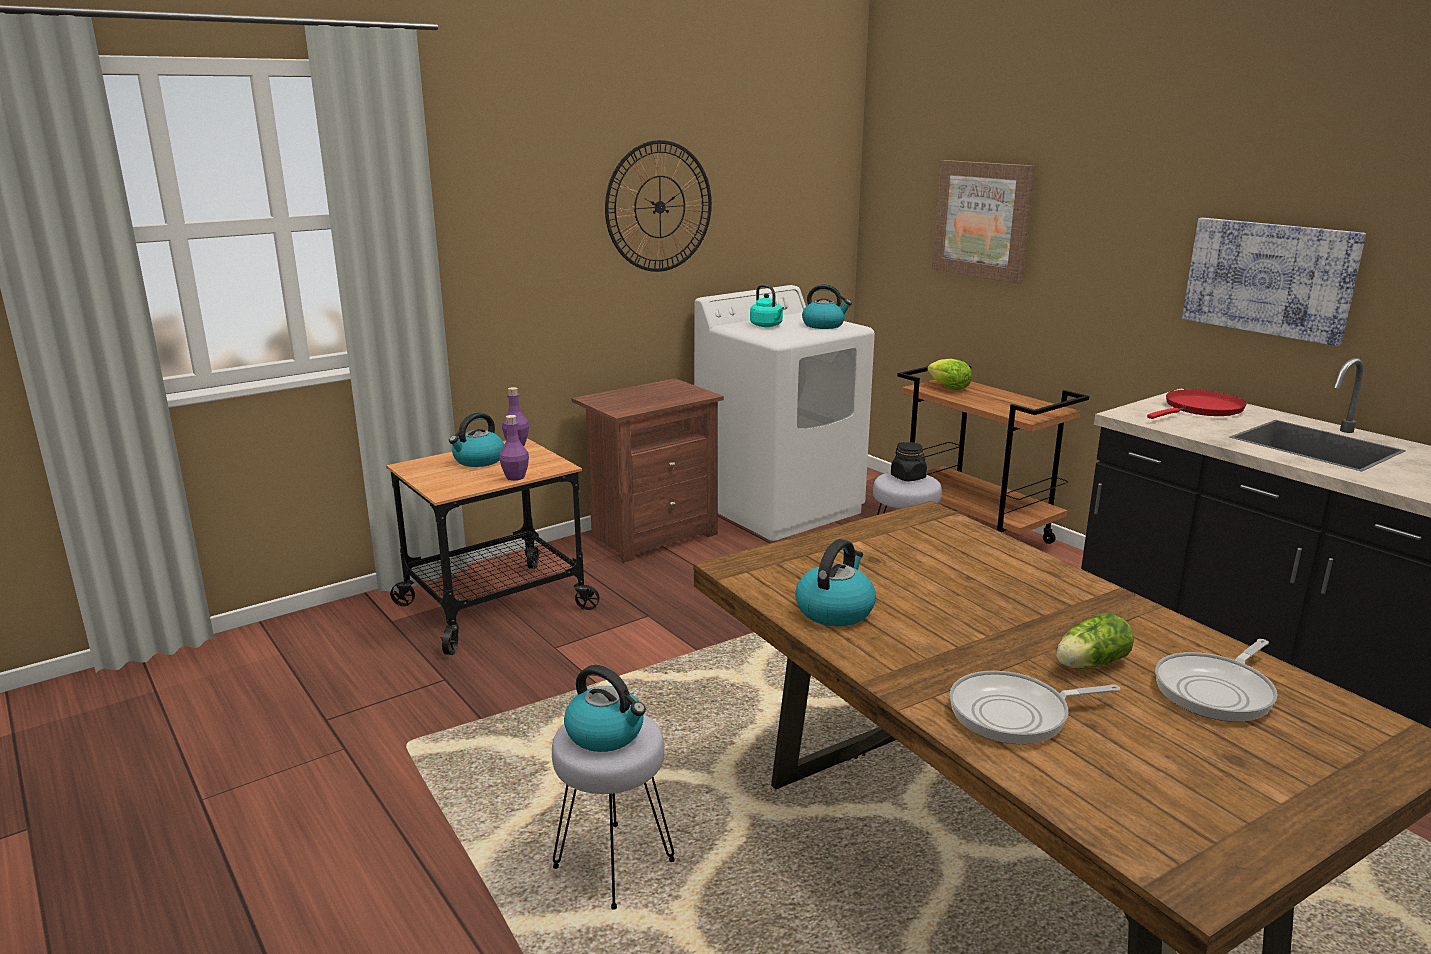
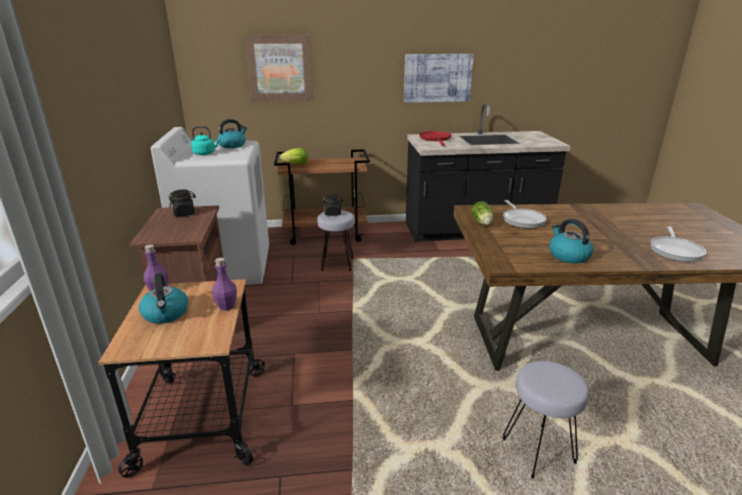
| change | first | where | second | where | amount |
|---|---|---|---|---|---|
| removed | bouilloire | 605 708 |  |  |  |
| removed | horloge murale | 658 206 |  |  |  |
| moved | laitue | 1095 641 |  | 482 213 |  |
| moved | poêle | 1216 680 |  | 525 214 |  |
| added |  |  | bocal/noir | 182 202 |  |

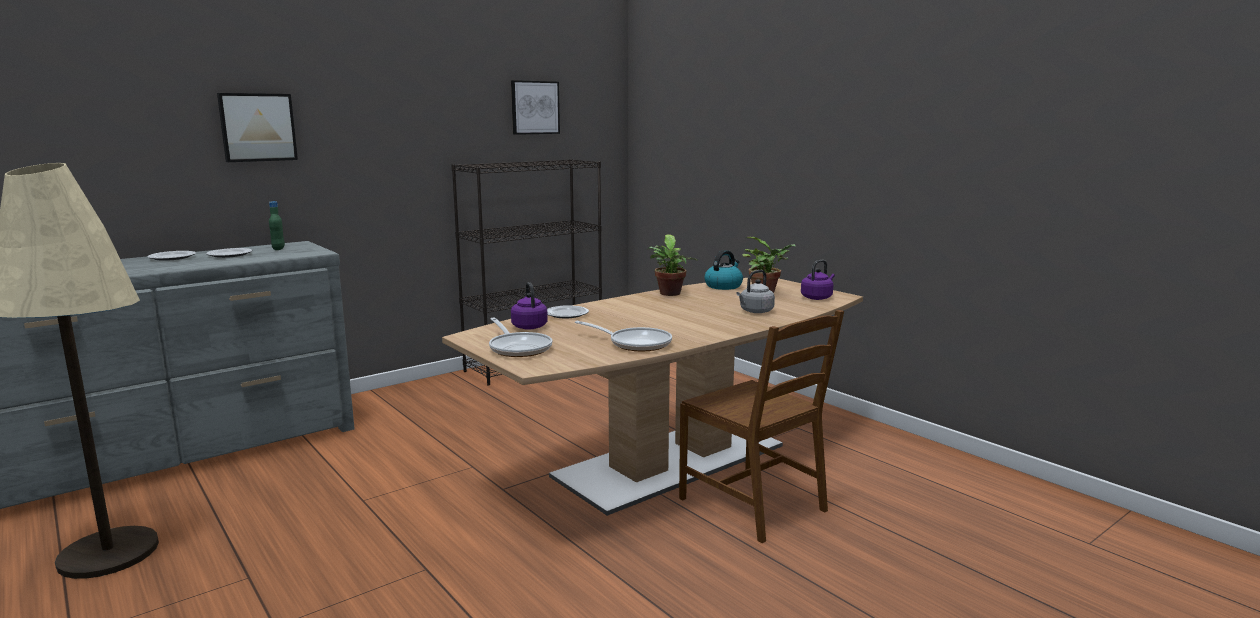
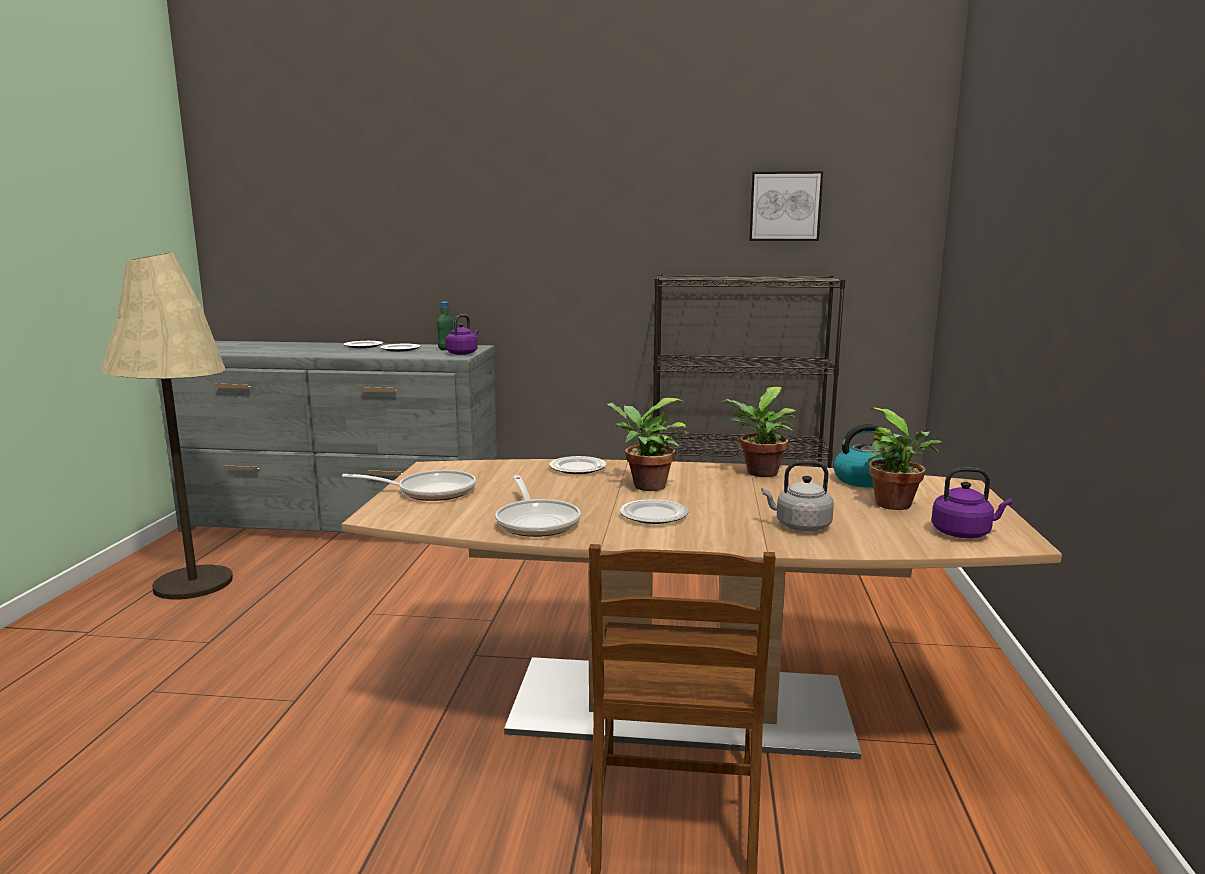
| change | first | where | second | where | amount |
|---|---|---|---|---|---|
| removed | tableau | 257 127 |  |  |  |
| turned | poêle | 520 337 |  | 409 485 | 105 degrees counterclockwise |
| moved | bouilloire/violet | 529 306 |  | 462 335 |  |
| added |  |  | plante en pot | 646 444 |  |
| added |  |  | assiette | 654 511 |  |

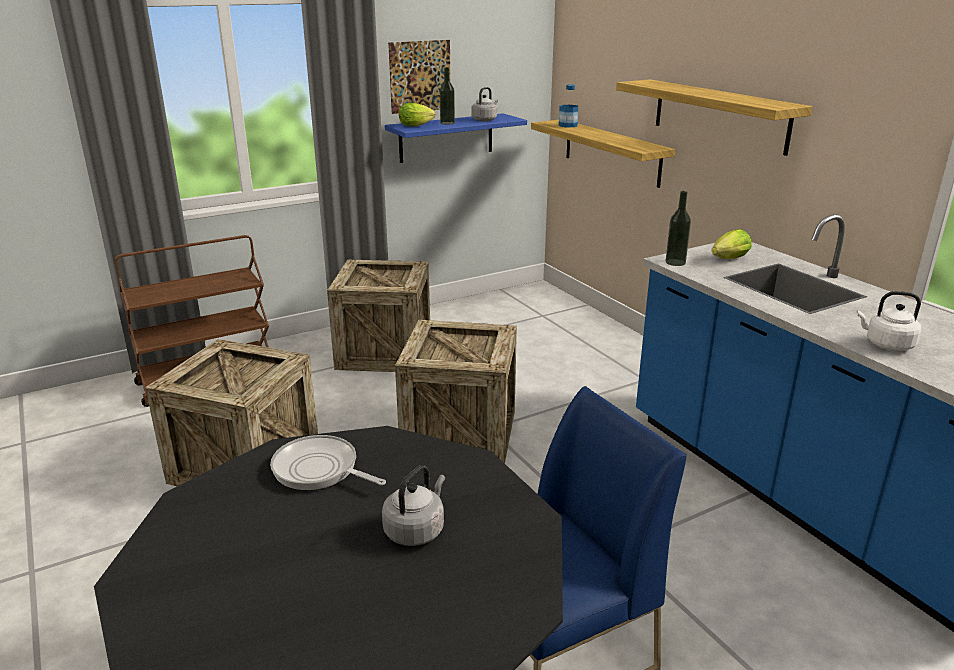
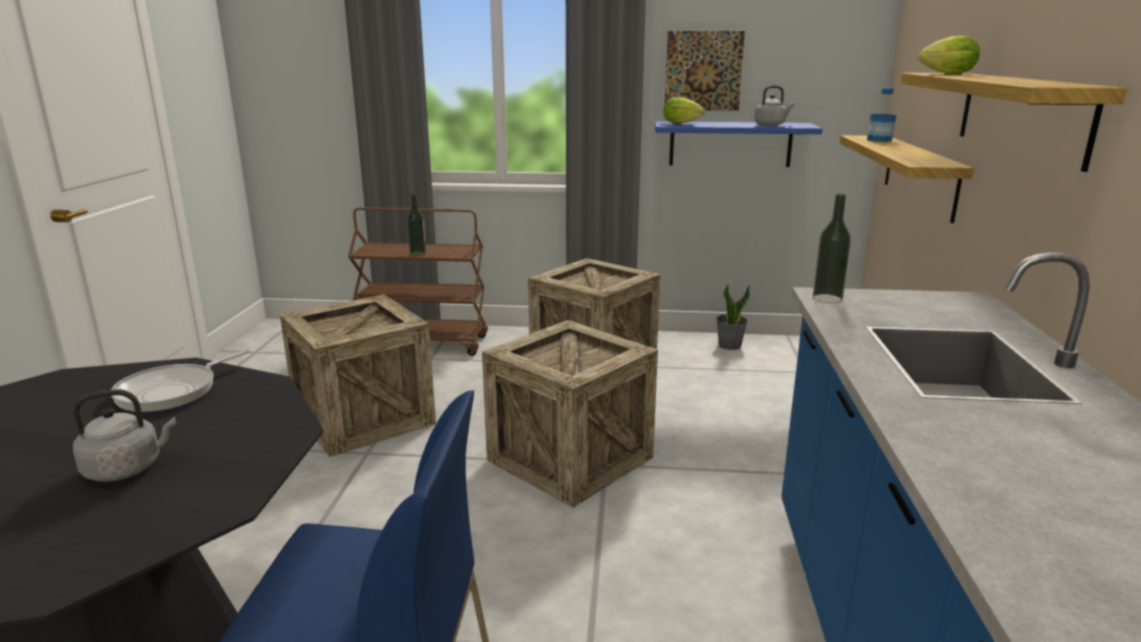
| change | first | where | second | where | amount |
|---|---|---|---|---|---|
| turned | poêle | 328 462 |  | 181 380 | 120 degrees counterclockwise |
| moved | bouteille | 447 96 |  | 416 225 |  |
| moved | laitue | 732 244 |  | 949 55 |  |
| removed | bouilloire/blanc | 888 321 |  |  |  |
| added |  |  | plante en pot | 733 317 |  |

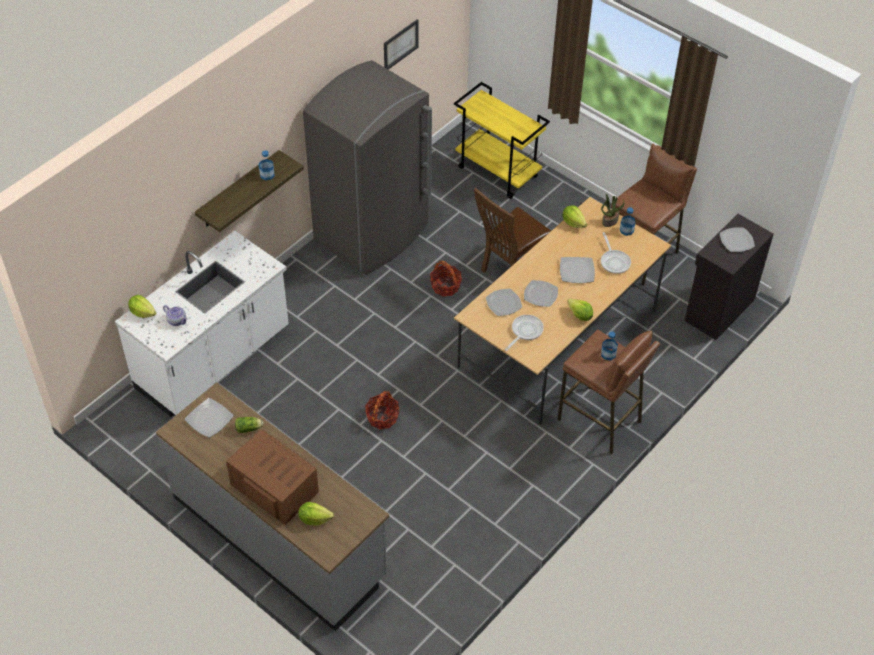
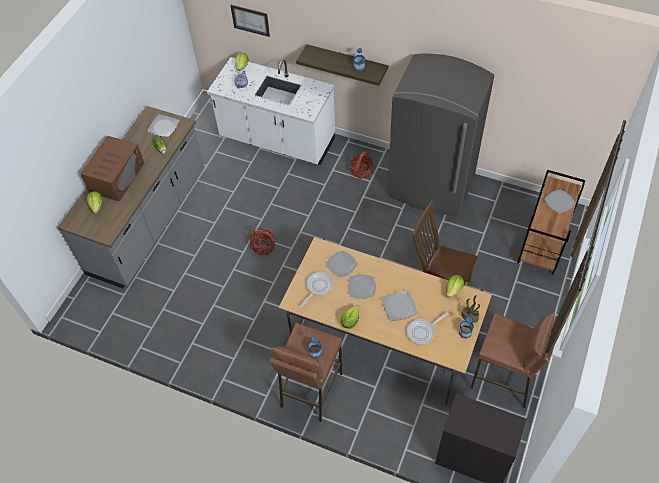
| change | first | where | second | where | amount |
|---|---|---|---|---|---|
| moved | tableau | 401 44 |  | 250 21 |  |
| moved | panier | 446 278 |  | 362 165 |  |
| recoloured | chariot/jaune | 502 140 | chariot/marron | 551 222 |  |
| turned | poêle | 524 333 |  | 316 289 | 75 degrees counterclockwise |
| moved | assiette | 737 240 |  | 559 201 |  |

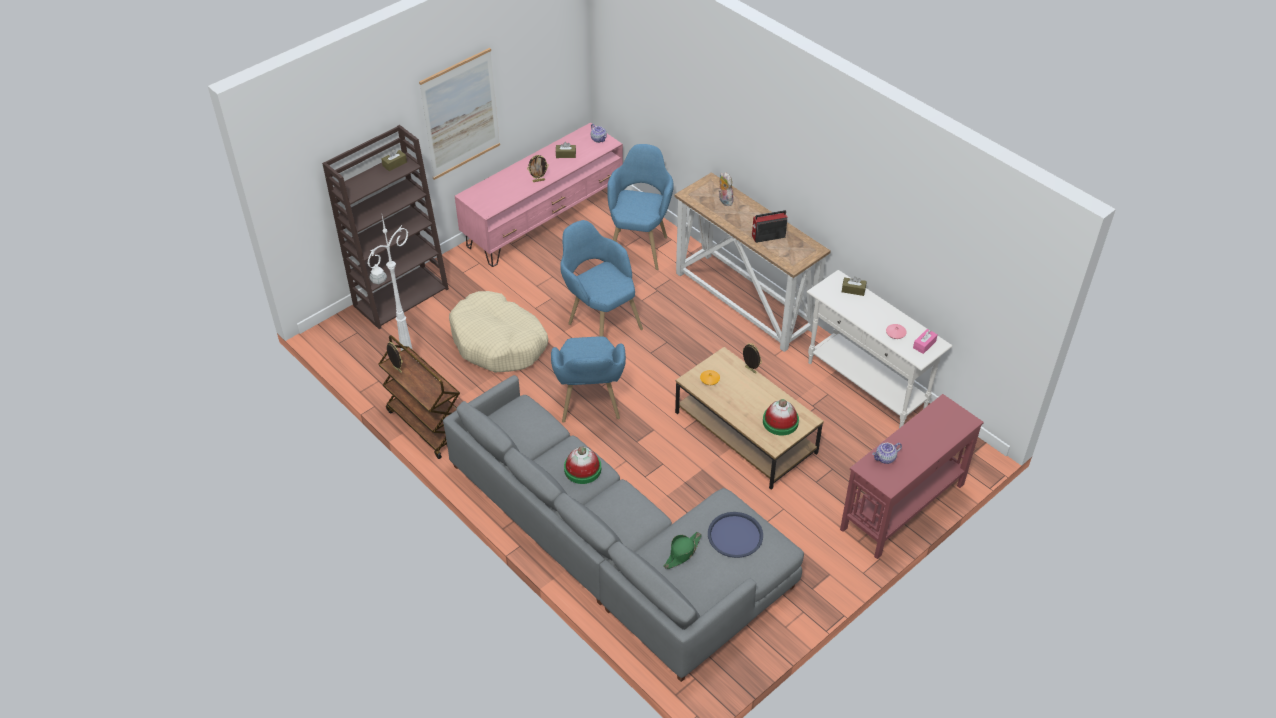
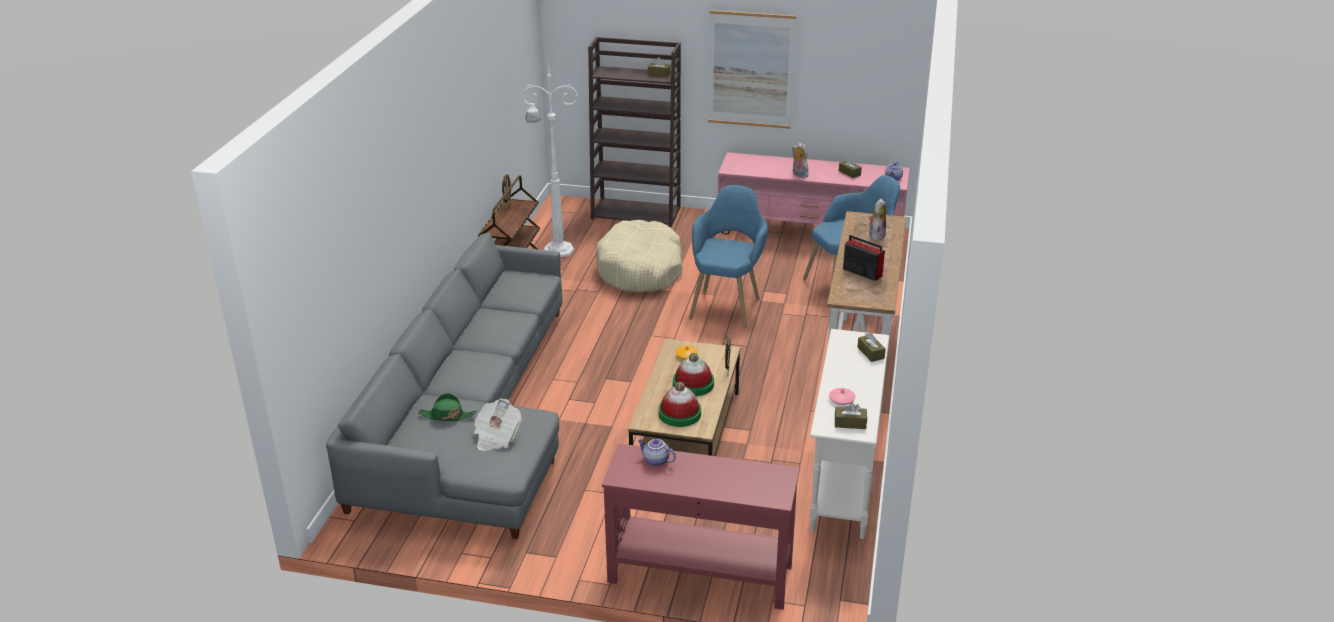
| change | first | where | second | where | amount |
|---|---|---|---|---|---|
| replaced | cadre photo | 538 168 | peluche | 800 160 |  |
| removed | fauteuil/bleu | 588 379 |  |  |  |
| moved | chapeau | 582 465 |  | 693 374 |  |
| replaced | plateau/bleu | 735 535 | journal | 498 425 |  |
| recoloured | boîte à mouchoirs/rose | 925 341 | boîte à mouchoirs/marron | 851 416 |  |

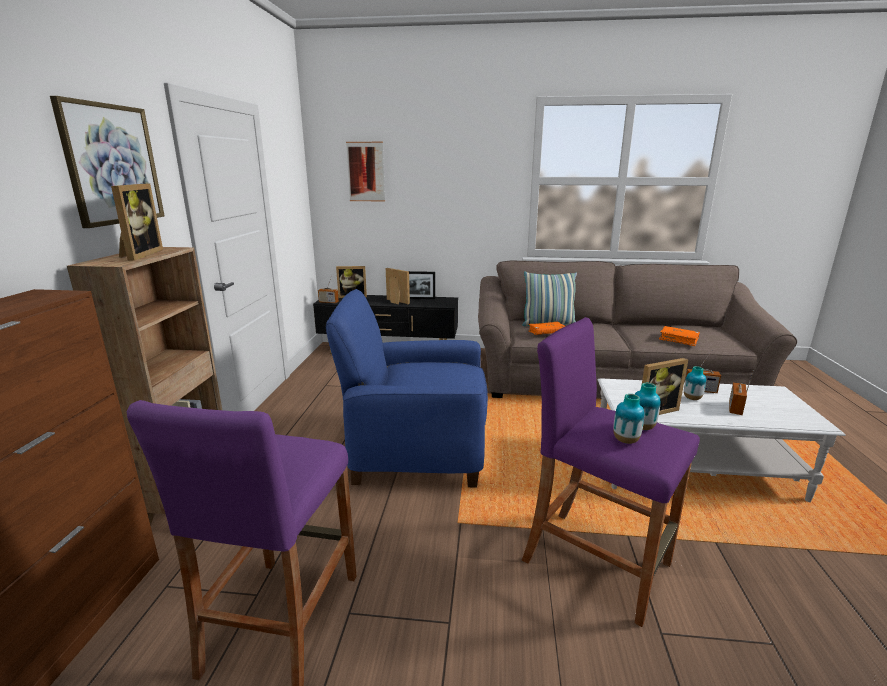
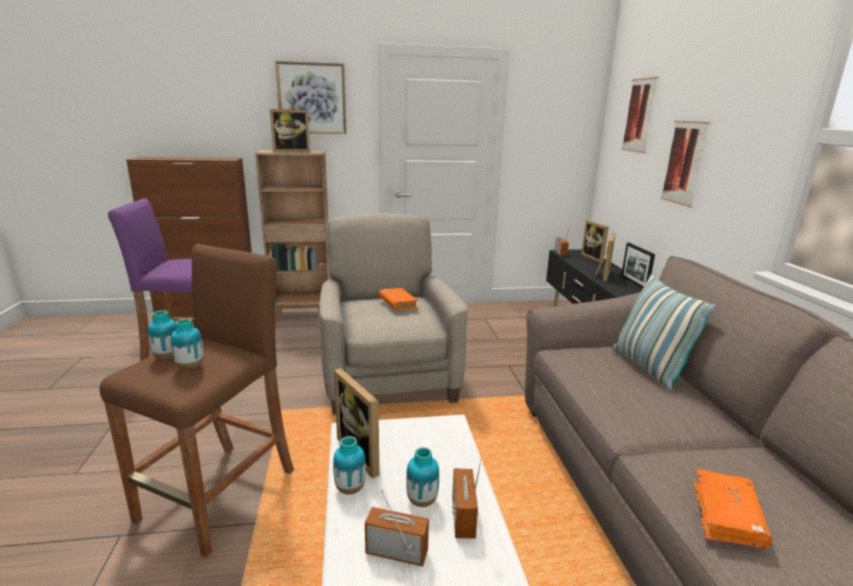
| change | first | where | second | where | amount |
|---|---|---|---|---|---|
| recoloured | fauteuil/bleu | 407 388 | fauteuil/beige | 393 314 |  |
| recoloured | tabouret/violet | 611 472 | tabouret/marron | 197 400 |  |
| moved | livre/orange | 546 328 |  | 399 299 |  |
| added |  |  | vase | 349 465 |  |
| added |  |  | tableau | 685 164 |  |

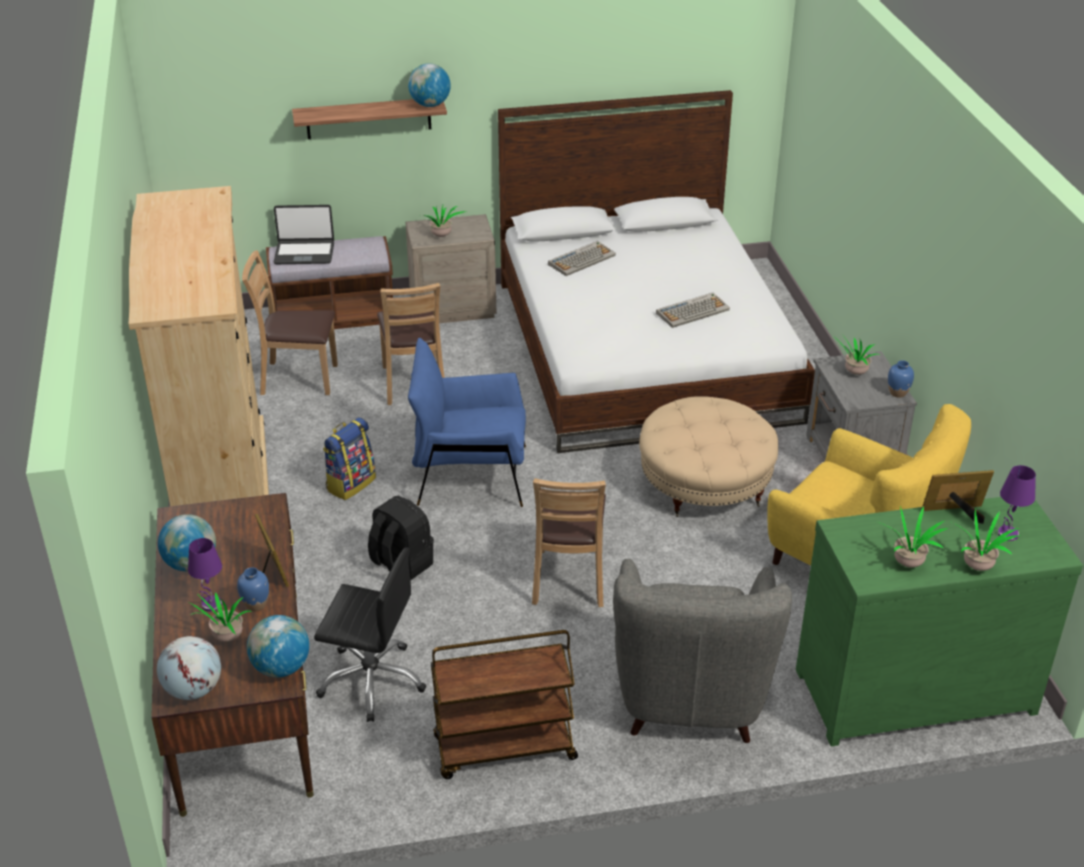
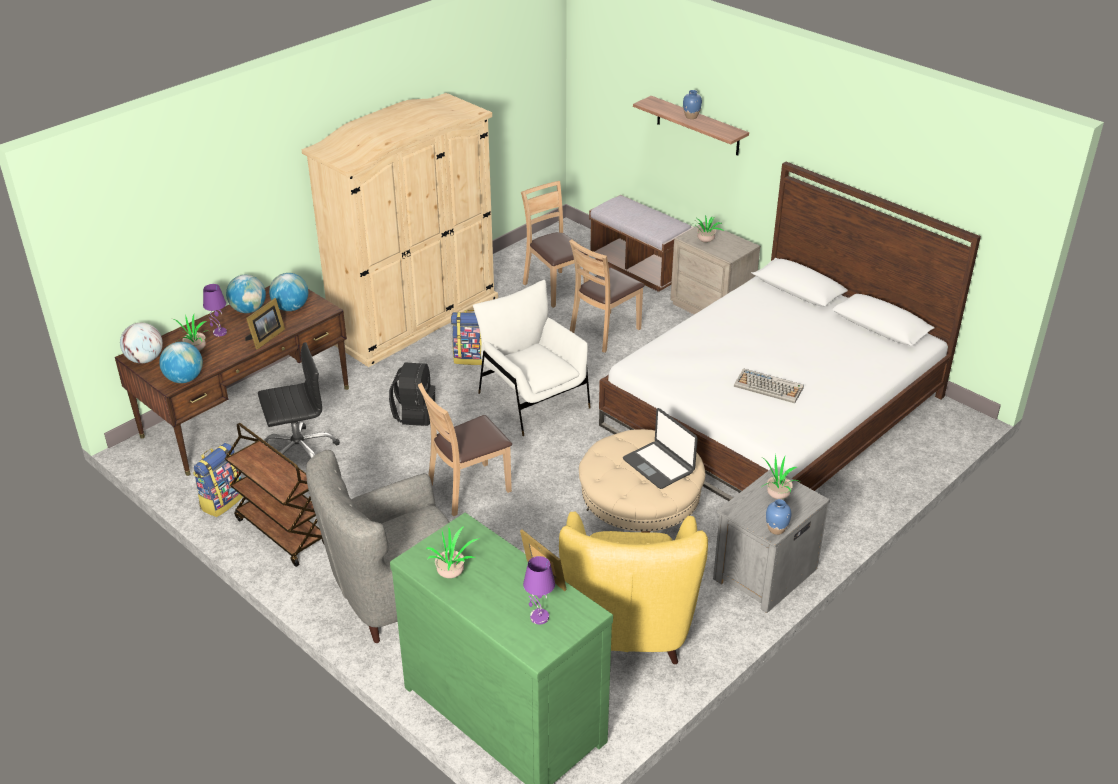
| change | first | where | second | where | amount |
|---|---|---|---|---|---|
| moved | vase/bleu | 253 589 |  | 692 104 |  |
| moved | ordinateur portable | 303 234 |  | 660 448 |  |
| turned | chaise de bureau/noir | 370 635 |  | 299 400 | 90 degrees counterclockwise |
| moved | globe | 429 85 |  | 288 292 |  |
| recoloured | fauteuil/bleu | 467 422 | fauteuil/blanc | 532 358 |  |
| removed | clavier | 582 258 |  |  |  |
| removed | plante en pot | 986 540 |  |  |  |
| added |  |  | sac à dos | 218 480 |  |

